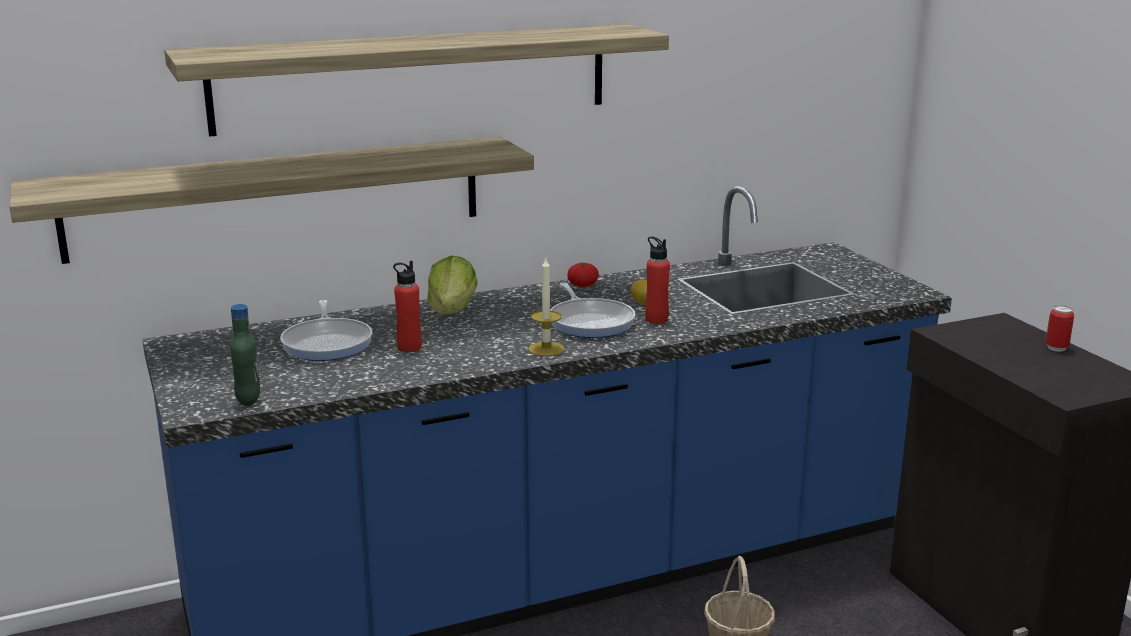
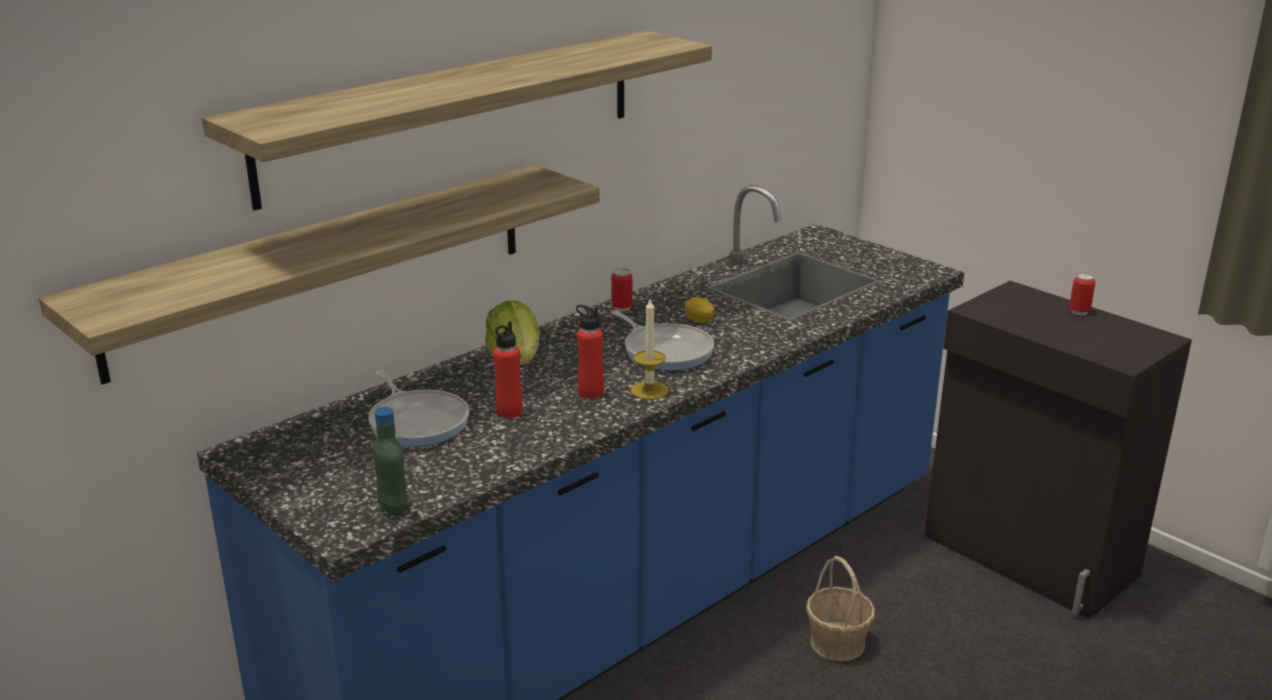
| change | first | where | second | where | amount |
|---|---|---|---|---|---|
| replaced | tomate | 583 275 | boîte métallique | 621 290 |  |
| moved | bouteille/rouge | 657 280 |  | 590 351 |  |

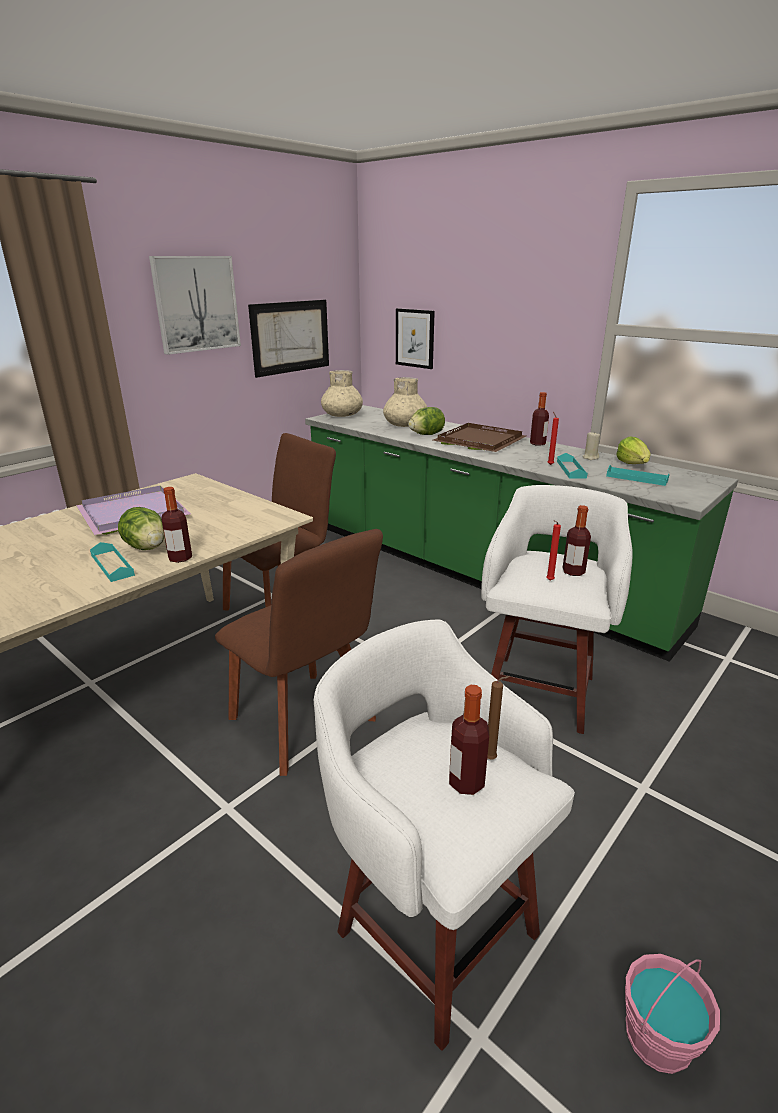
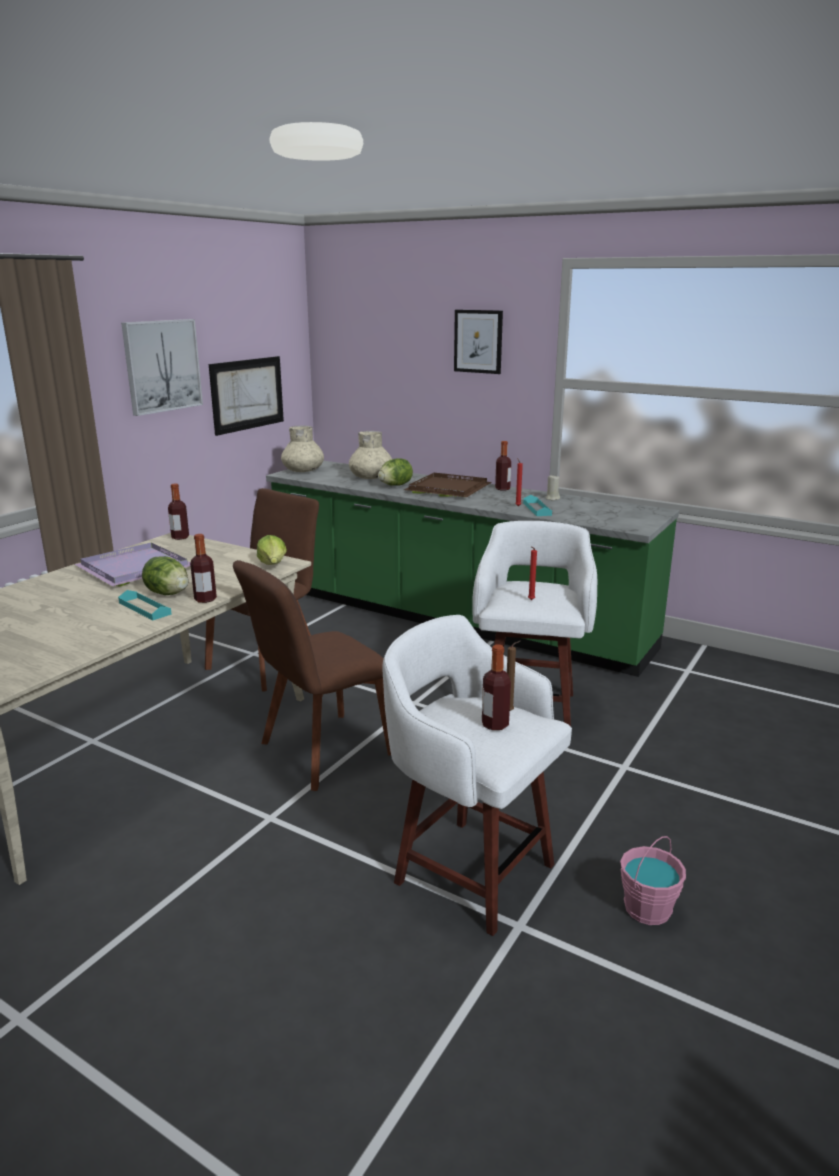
| change | first | where | second | where | amount |
|---|---|---|---|---|---|
| turned | chaise/marron | 299 652 |  | 312 675 | 105 degrees clockwise |
| moved | tableau | 415 338 |  | 478 342 |  |
| moved | bouteille | 577 540 |  | 178 511 |  |
| removed | plateau/turquoise | 637 475 |  |  |  |
| moved | laitue | 633 450 |  | 272 550 |  |

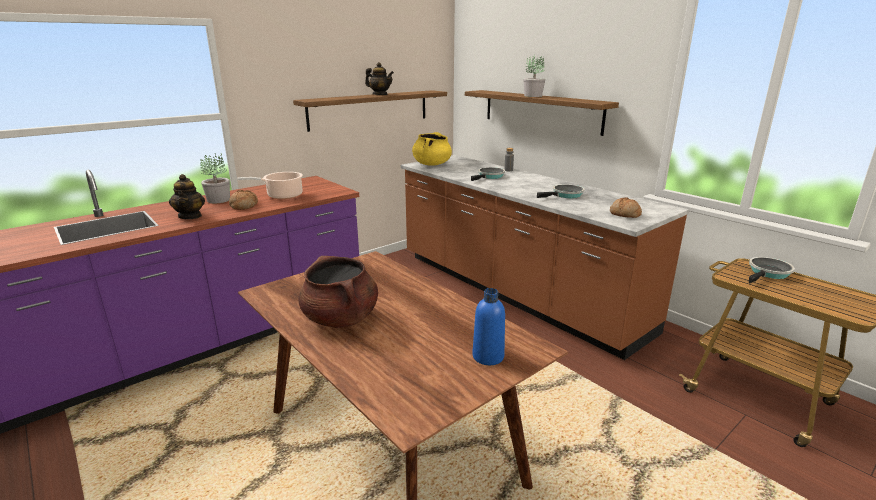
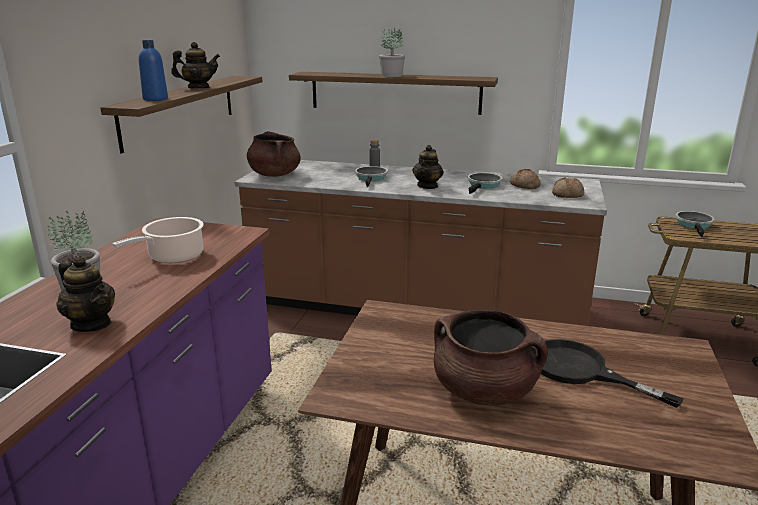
| change | first | where | second | where | amount |
|---|---|---|---|---|---|
| moved | pain | 243 200 |  | 525 179 |  |
| recoloured | marmite/jaune | 432 149 | marmite/marron | 274 154 |  |
| moved | bouteille/bleu | 488 326 |  | 153 70 |  |
| added |  |  | théière | 428 167 |  |
| added |  |  | poêle/noir | 612 373 |  |

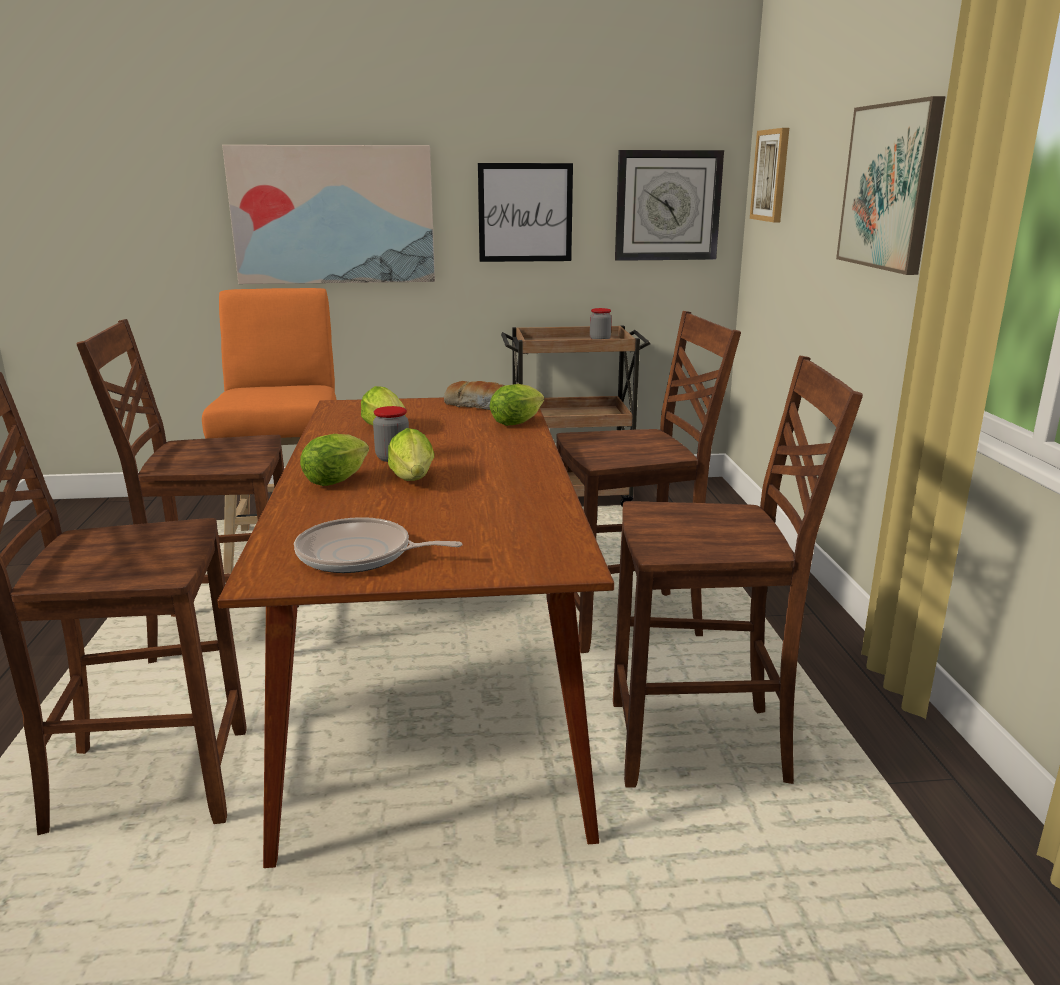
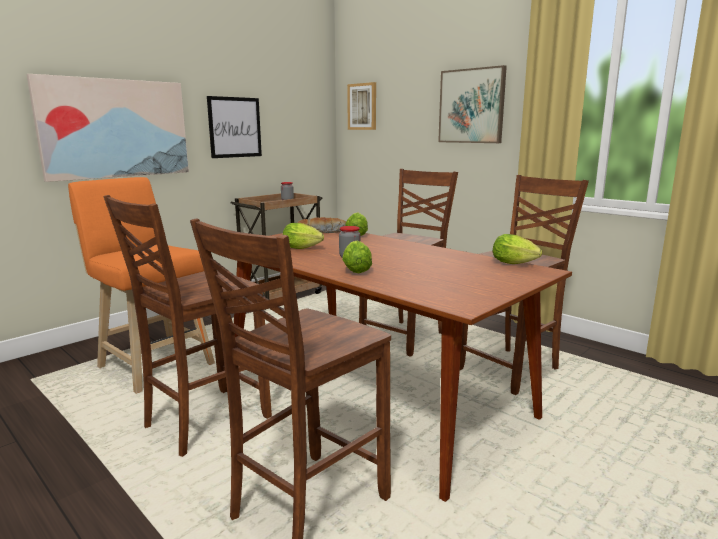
| change | first | where | second | where | amount |
|---|---|---|---|---|---|
| removed | poêle | 378 545 |  |  |  |
| moved | laitue | 411 454 |  | 517 249 |  |
| removed | horloge murale | 669 205 |  |  |  |

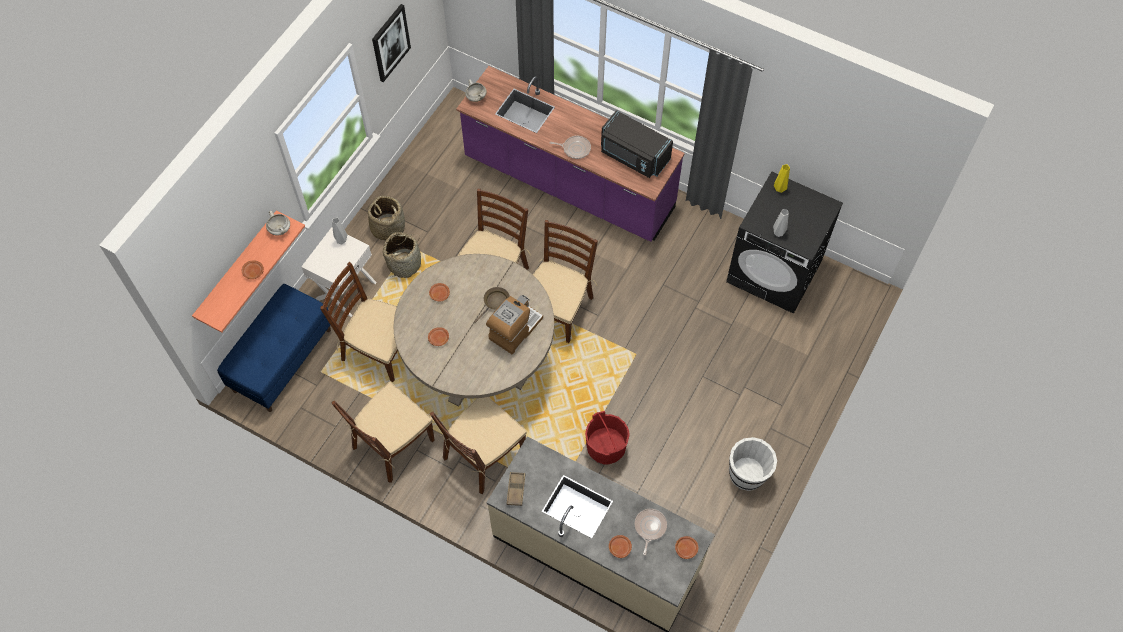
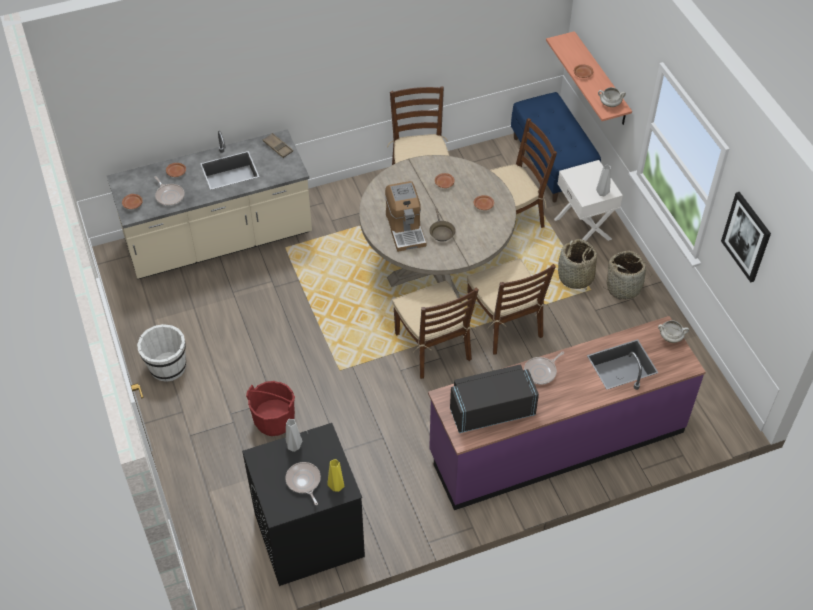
| change | first | where | second | where | amount |
|---|---|---|---|---|---|
| removed | chaise/marron | 478 445 |  |  |  |
| moved | seau/rouge | 607 438 |  | 270 408 |  |
| added |  |  | poêle | 303 483 |  |

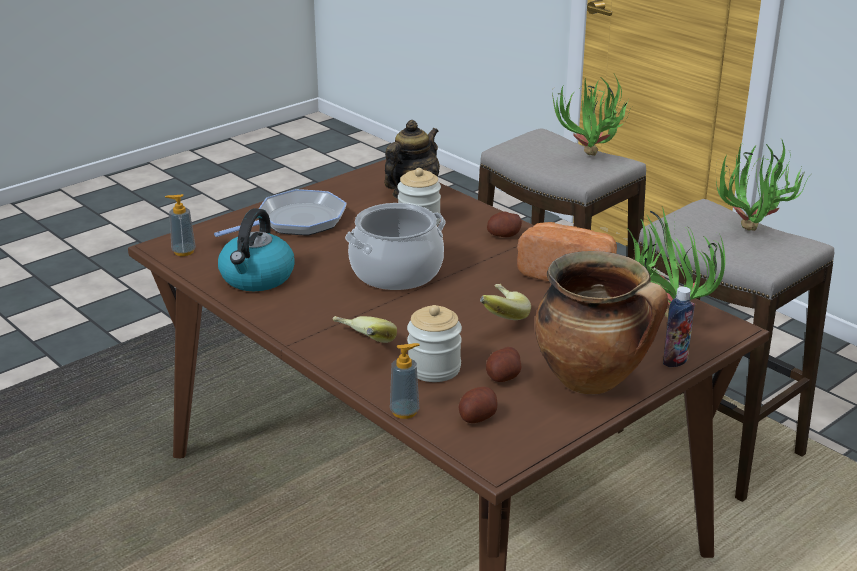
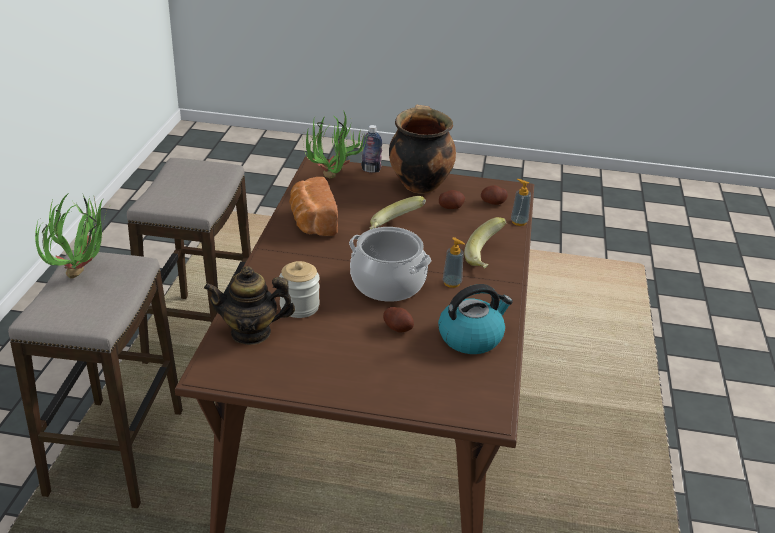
| change | first | where | second | where | amount |
|---|---|---|---|---|---|
| moved | distributeur de savon | 180 225 |  | 453 262 |  |
| removed | poêle | 280 213 |  |  |  |
| removed | bocal | 434 343 |  |  |  |
| moved | pomme de terre | 504 224 |  | 398 320 |  |
| removed | plante en pot | 762 184 |  |  |  |

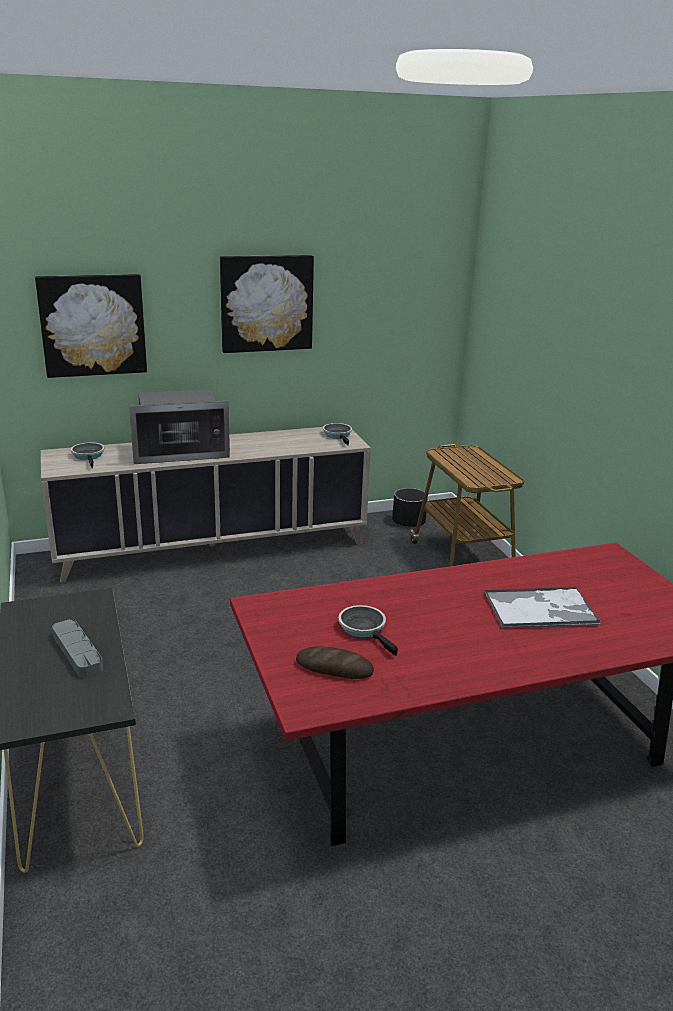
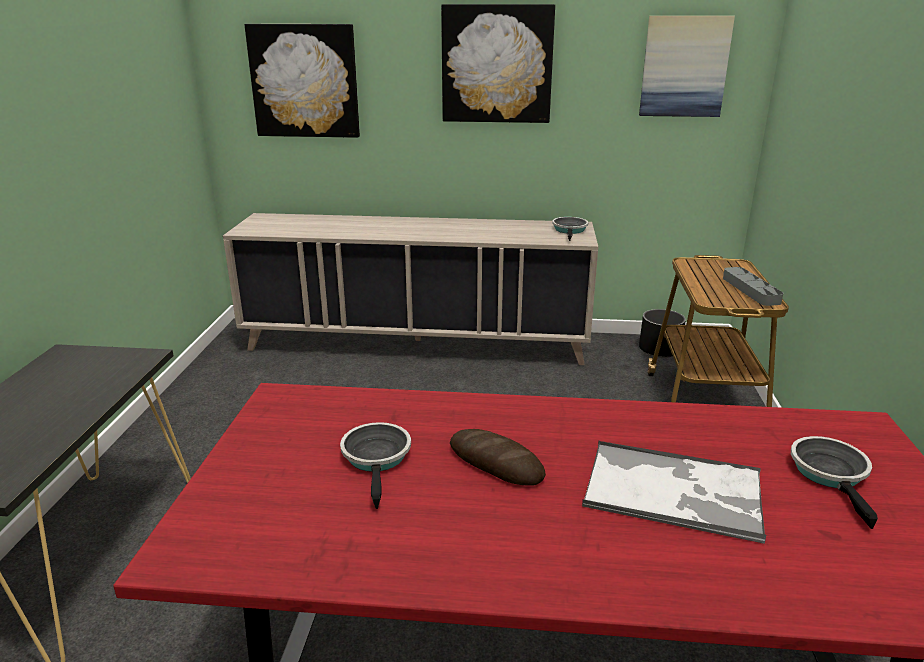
| change | first | where | second | where | amount |
|---|---|---|---|---|---|
| moved | plateau/gris | 77 648 |  | 753 286 |  |
| moved | poêle | 88 455 |  | 834 482 |  |
| removed | micro-ondes | 179 426 |  |  |  |
| moved | pain | 335 662 |  | 498 457 |  |
| added |  |  | tableau | 687 66 |  |

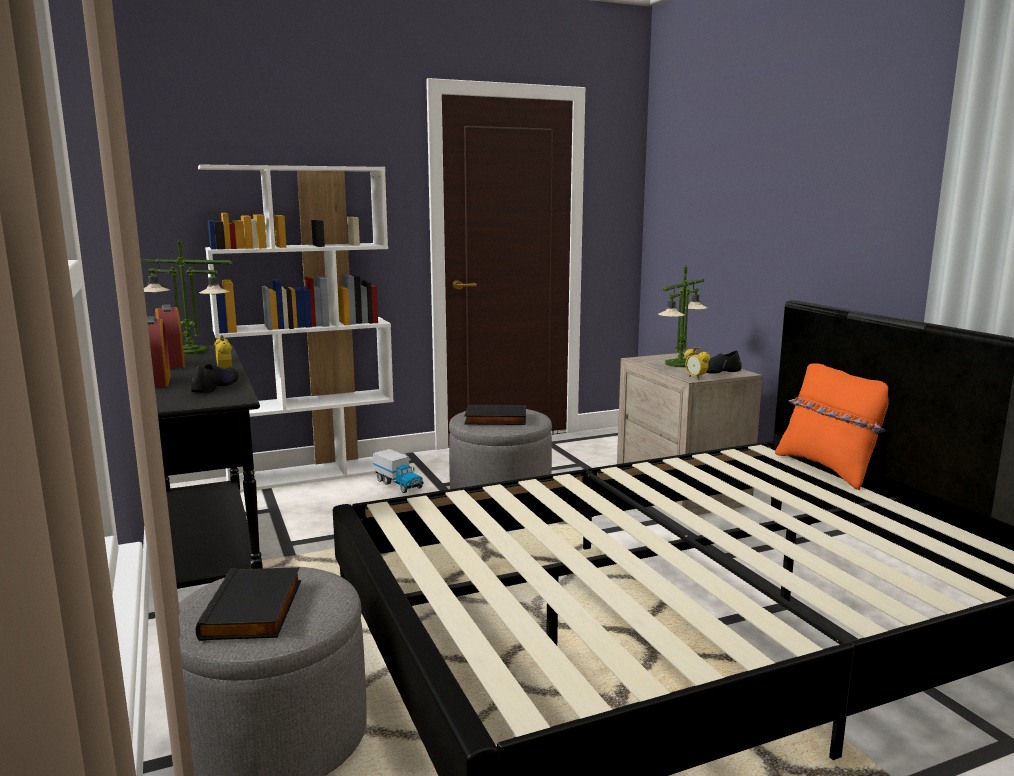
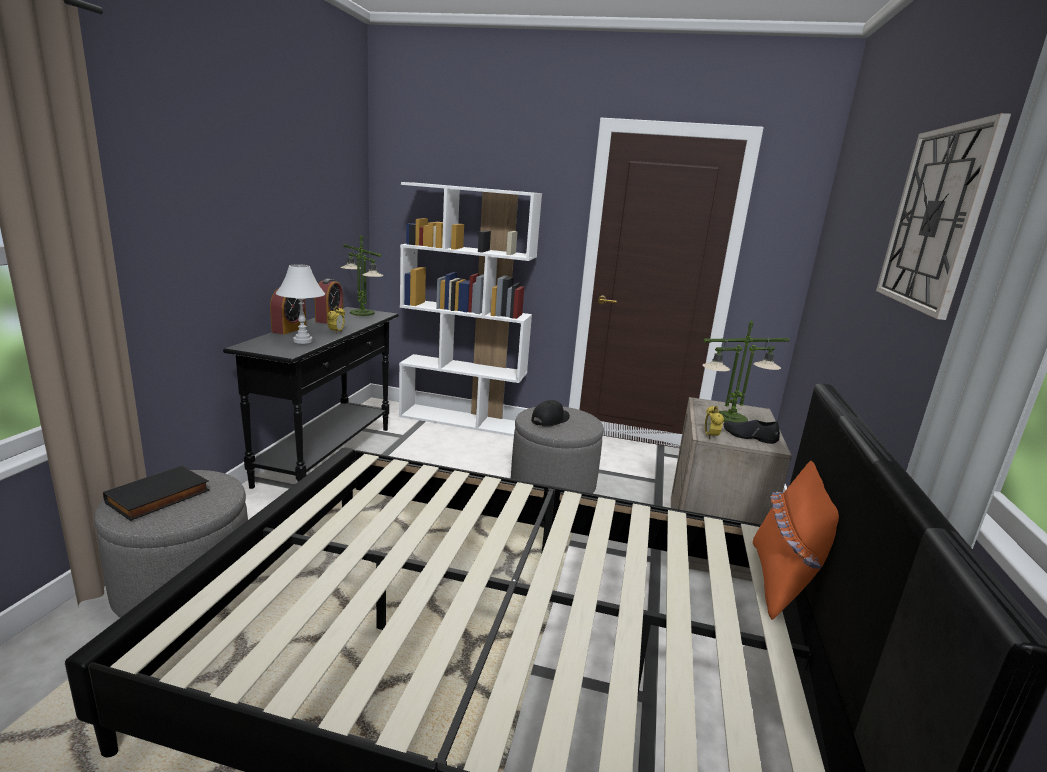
| change | first | where | second | where | amount |
|---|---|---|---|---|---|
| replaced | chaussure/noir | 215 378 | lampe de table/blanc | 300 304 |  |
| removed | camion jouet | 398 471 |  |  |  |
| replaced | livre/noir | 495 415 | casquette/noir | 550 413 |  |
| added |  |  | horloge murale | 943 216 |  |

